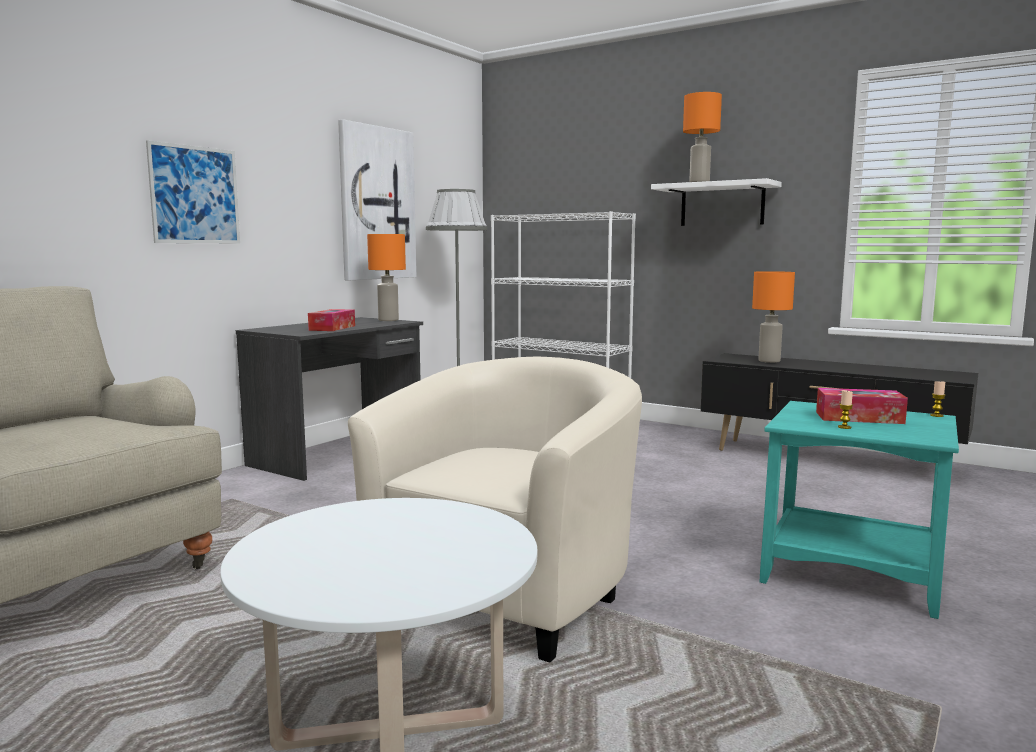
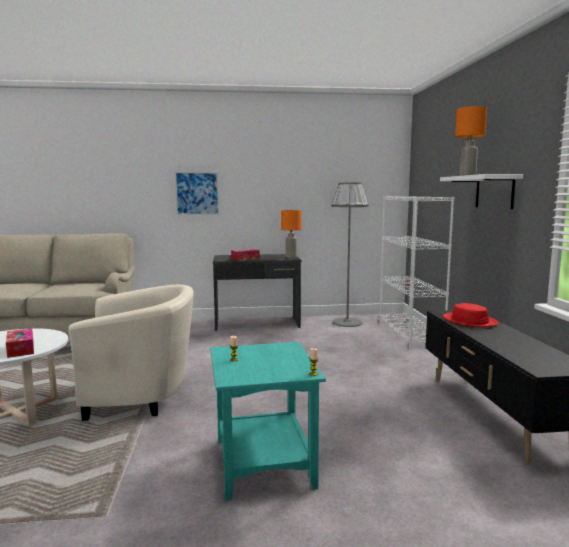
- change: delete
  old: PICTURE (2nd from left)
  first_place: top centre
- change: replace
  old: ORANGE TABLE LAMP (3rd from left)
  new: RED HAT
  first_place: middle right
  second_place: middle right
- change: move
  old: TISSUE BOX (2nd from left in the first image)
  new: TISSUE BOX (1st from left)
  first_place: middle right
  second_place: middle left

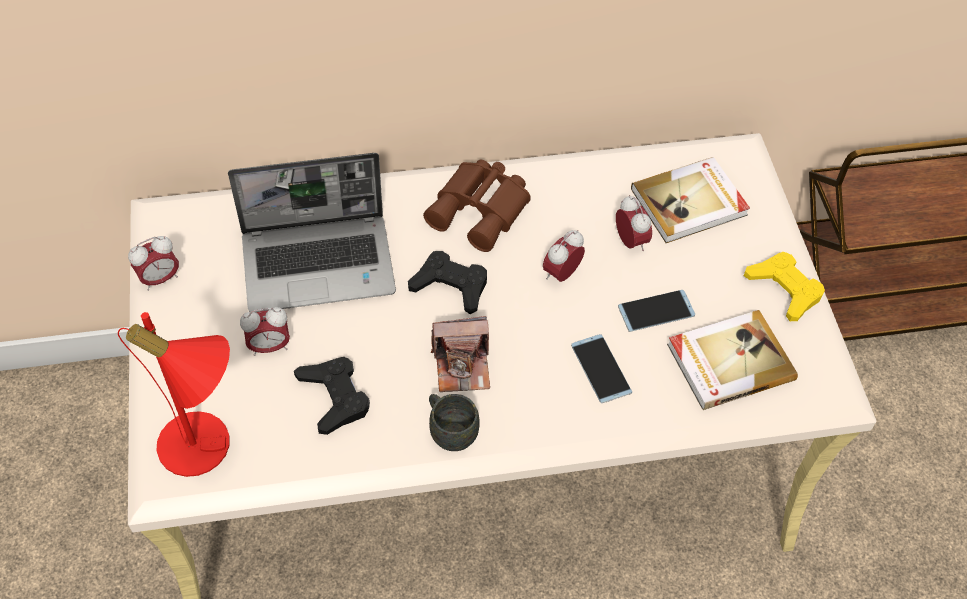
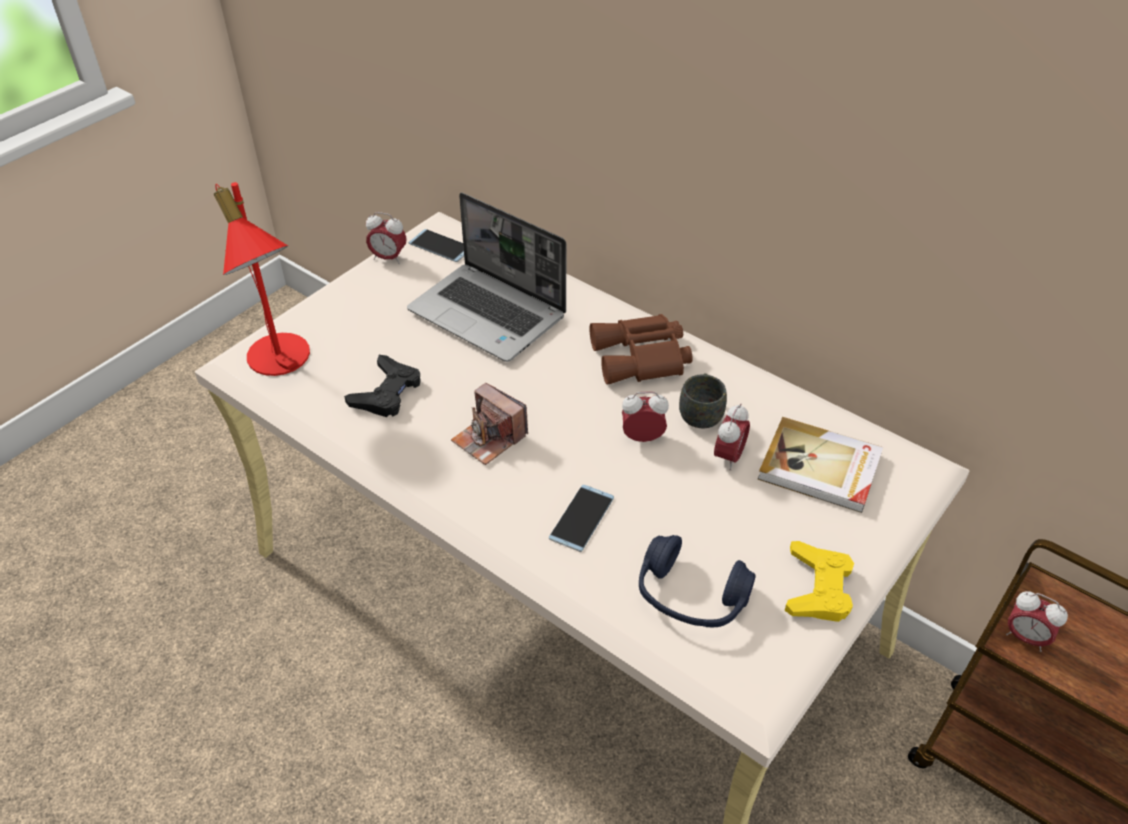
- change: delete
  old: BLACK GAME CONTROLLER (2nd from left)
  first_place: centre
- change: move
  old: PHONE (2nd from left in the first image)
  new: PHONE (1st from left)
  first_place: middle right
  second_place: top centre
- change: move
  old: ALARM CLOCK (2nd from left in the first image)
  new: ALARM CLOCK (4th from left)
  first_place: middle left
  second_place: bottom right
- change: replace
  old: BOOK (2nd from left)
  new: BLUE HEADPHONES
  first_place: middle right
  second_place: bottom centre
- change: move
  old: GREY MUG
  first_place: bottom centre
  second_place: centre

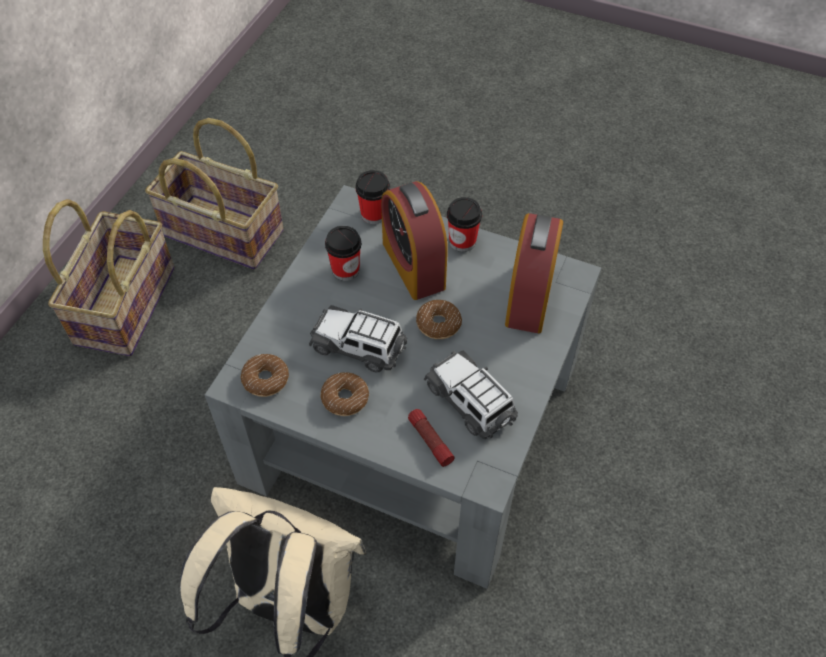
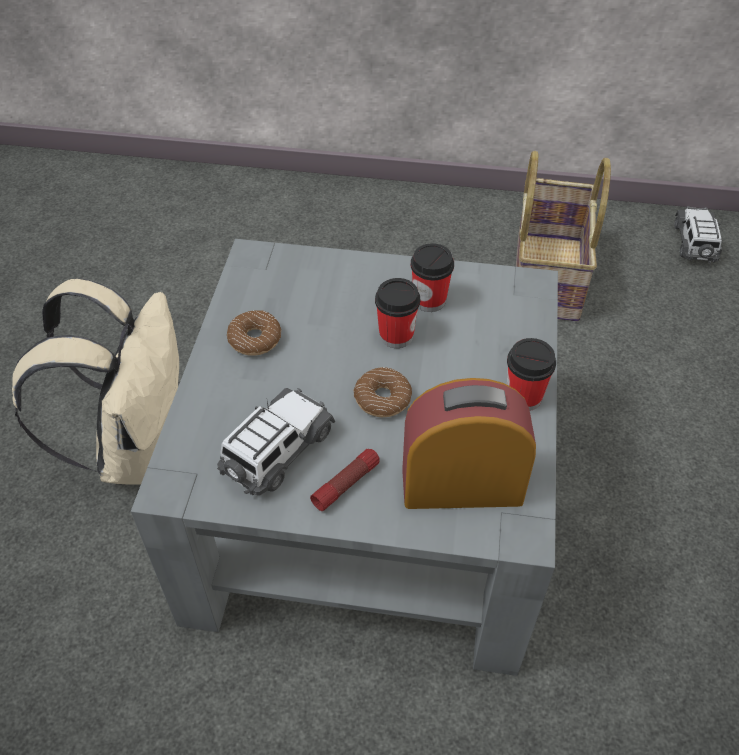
- change: move
  old: CUP (2nd from left in the first image)
  new: CUP (1st from left)
  first_place: top centre
  second_place: centre
- change: delete
  old: ALARM CLOCK (1st from left)
  first_place: centre
- change: delete
  old: BASKET (1st from left)
  first_place: middle left
- change: move
  old: TOY CAR (1st from left in the first image)
  new: TOY CAR (2nd from left)
  first_place: centre
  second_place: top right
- change: delete
  old: DONUT (1st from left)
  first_place: middle left
- change: move
  old: FLASHLIGHT
  first_place: bottom centre
  second_place: centre

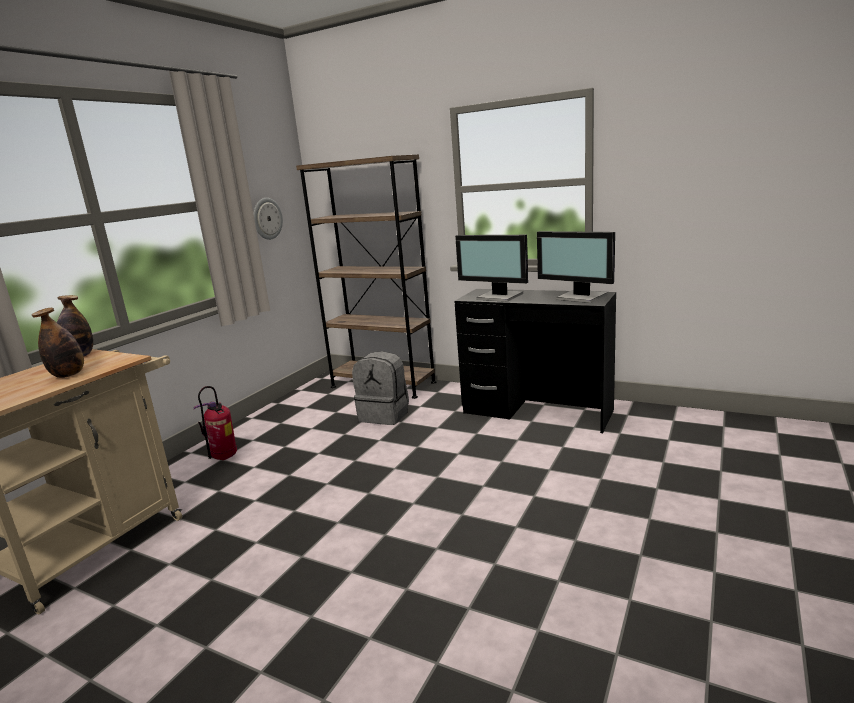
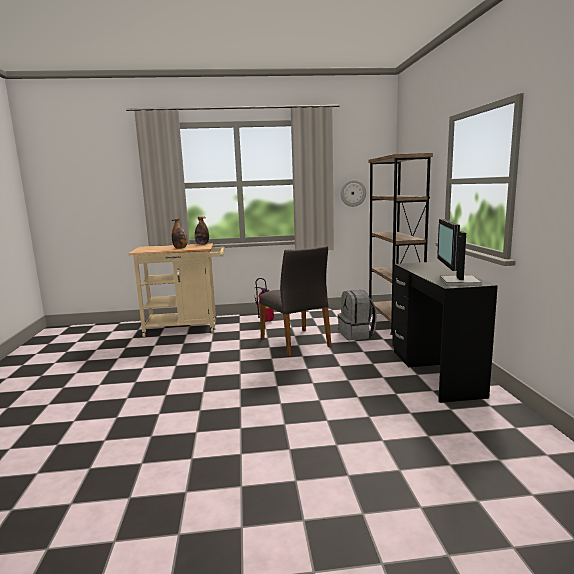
- change: delete
  old: MONITOR (1st from left)
  first_place: centre
- change: insert
  new: GREY CHAIR
  second_place: centre

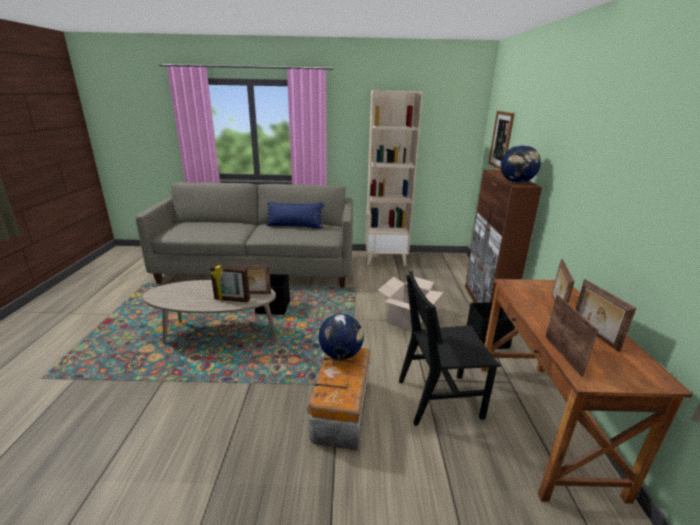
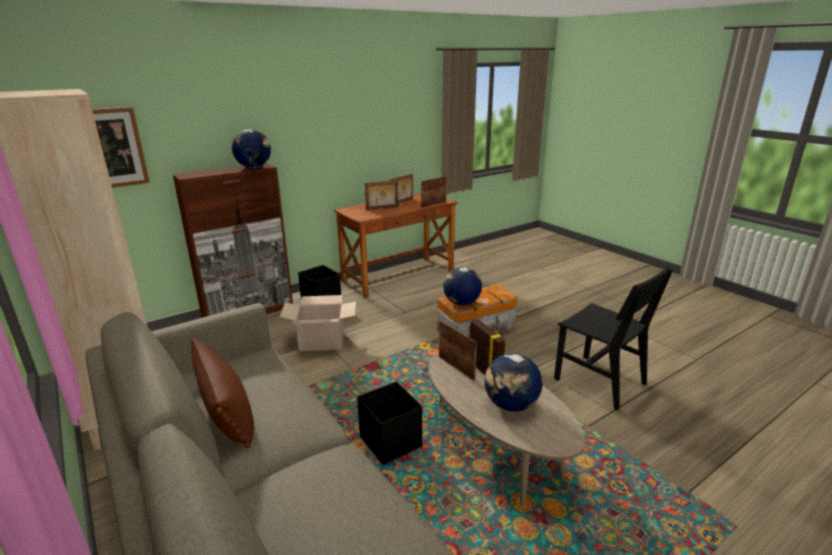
- change: recolor
  old: BLUE PILLOW
  new: BROWN PILLOW
  first_place: centre
  second_place: bottom left
- change: move
  old: BLACK CHAIR
  first_place: centre
  second_place: middle right
- change: insert
  new: GLOBE (3rd from left)
  second_place: bottom centre

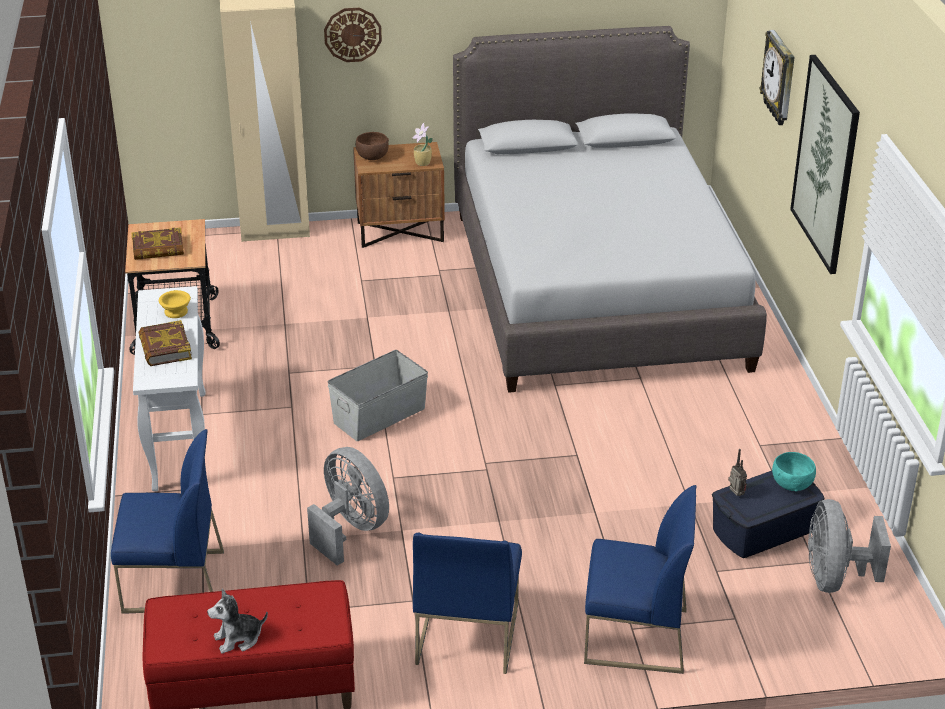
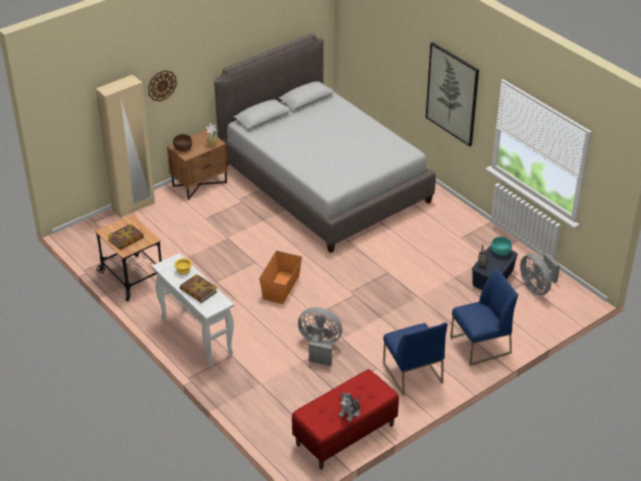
- change: delete
  old: WALL CLOCK (2nd from left)
  first_place: top right
- change: recolor
  old: GREY STORAGE BOX
  new: ORANGE STORAGE BOX
  first_place: centre
  second_place: centre
- change: delete
  old: BLUE CHAIR (1st from left)
  first_place: bottom left

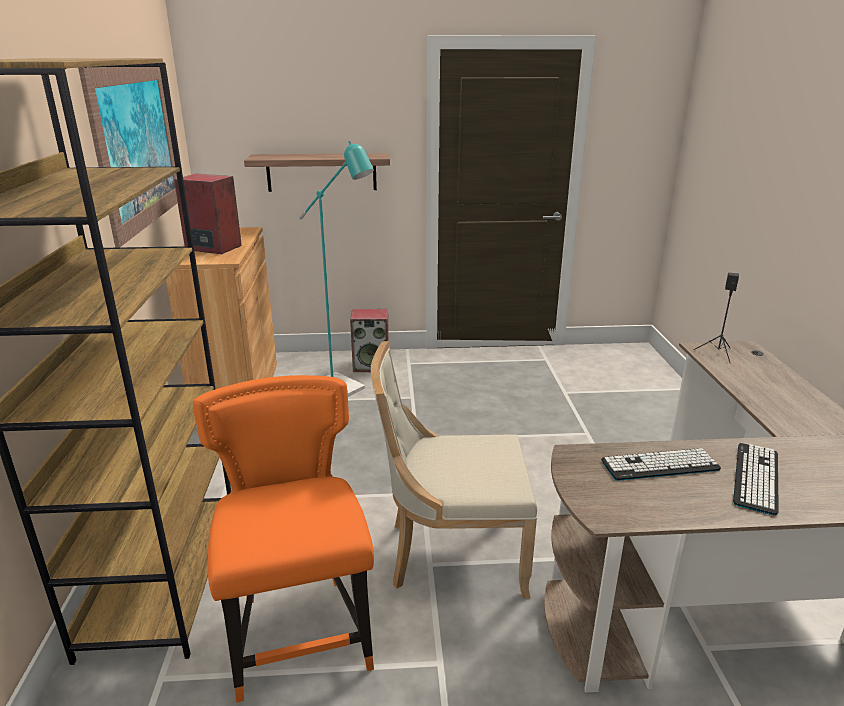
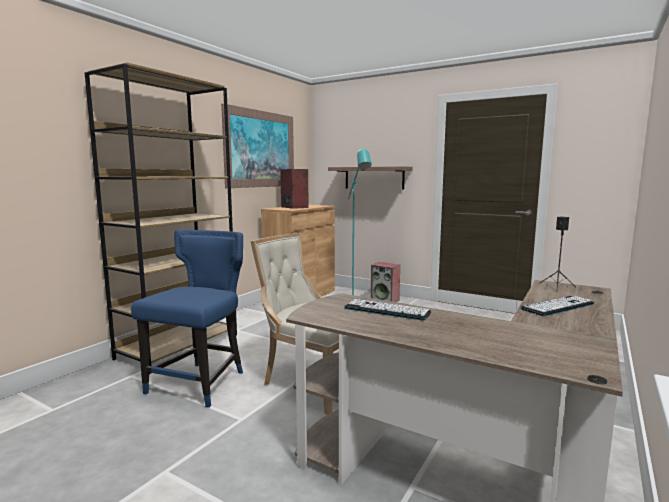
- change: recolor
  old: ORANGE CHAIR
  new: BLUE CHAIR
  first_place: bottom centre
  second_place: middle left
- change: move
  old: KEYBOARD (2nd from left)
  first_place: bottom right
  second_place: middle right

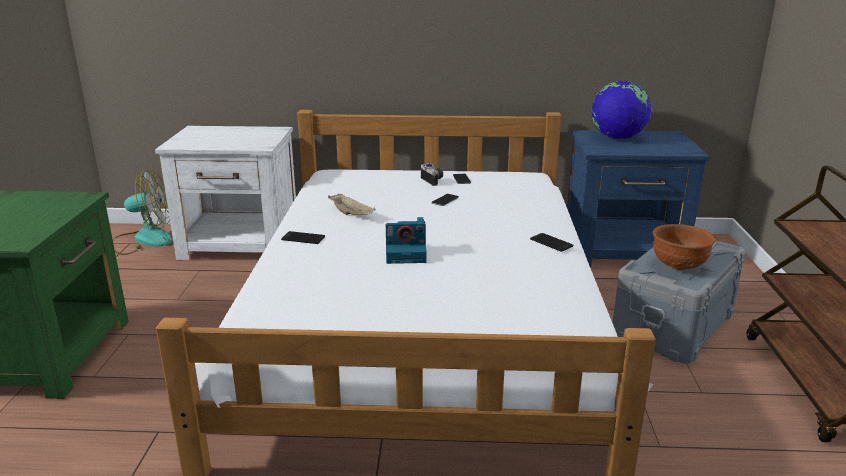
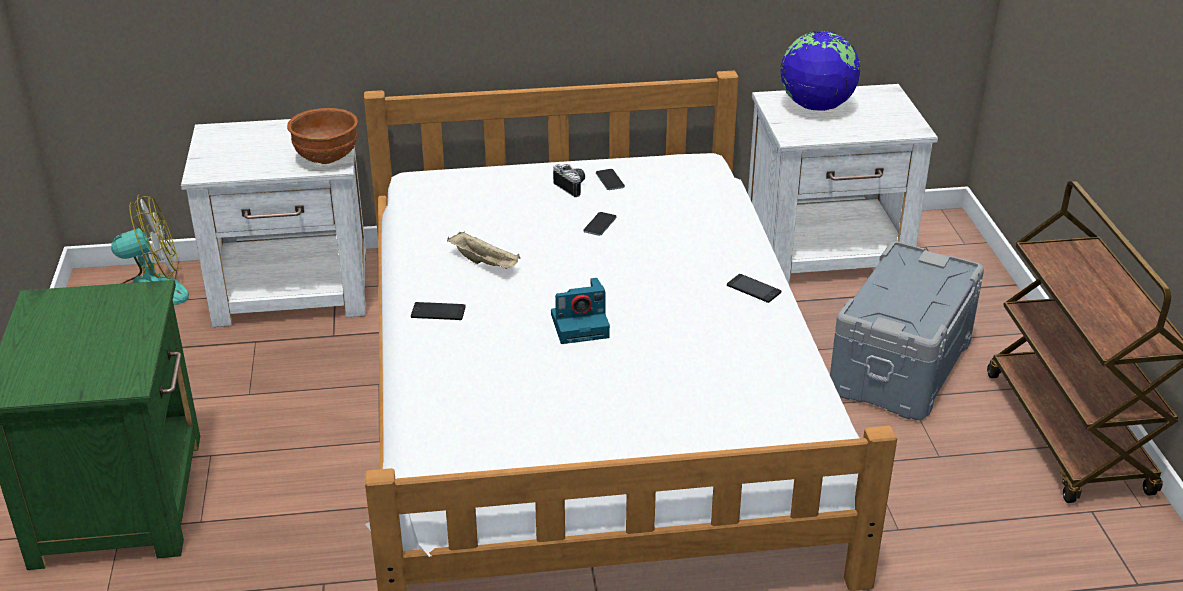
- change: recolor
  old: BLUE NIGHTSTAND
  new: WHITE NIGHTSTAND (2nd from left)
  first_place: middle right
  second_place: top right
- change: move
  old: BROWN BOWL
  first_place: middle right
  second_place: top left

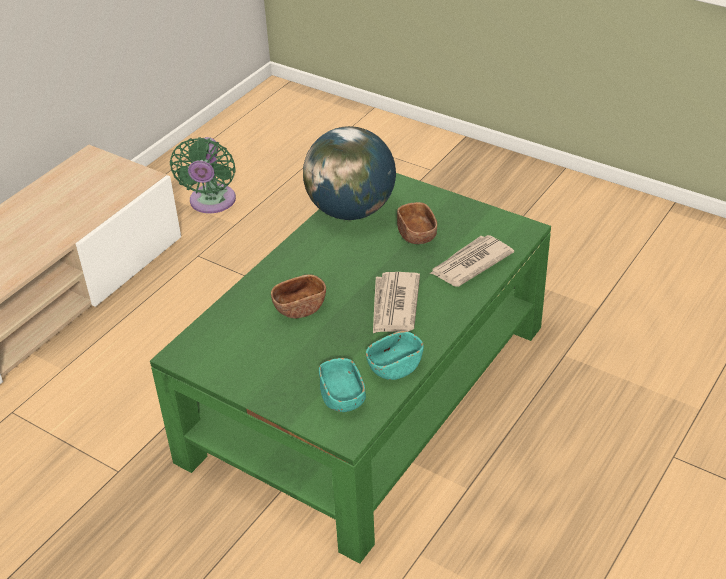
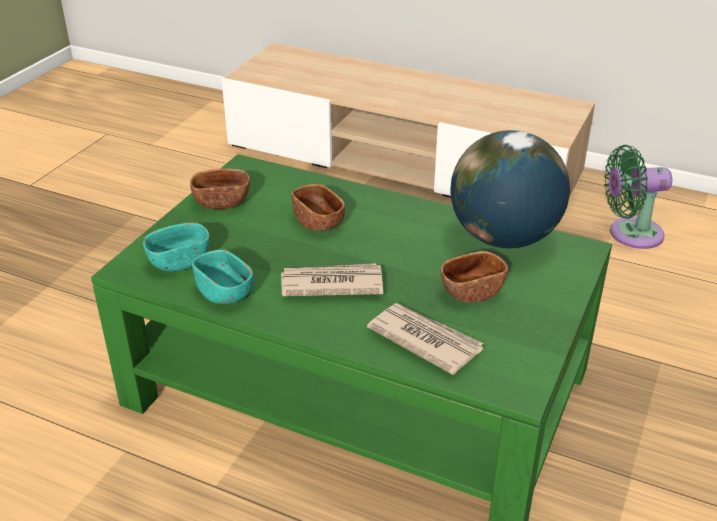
- change: insert
  new: BROWN BOWL (1st from left)
  second_place: middle left

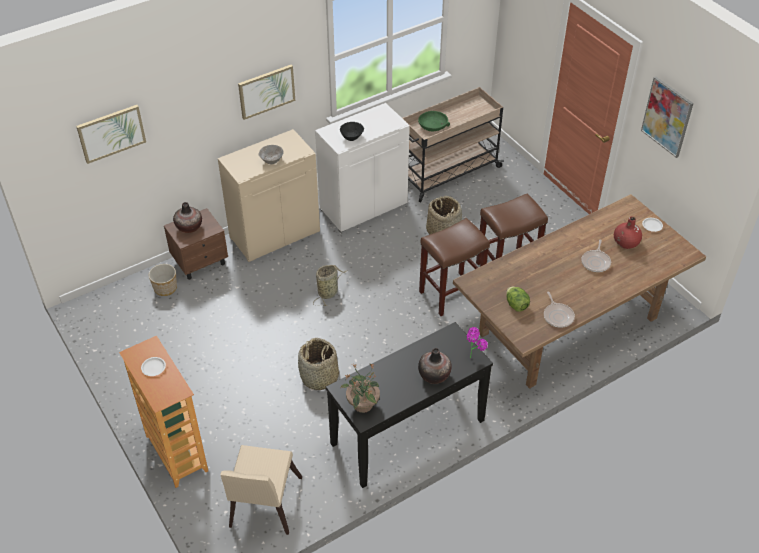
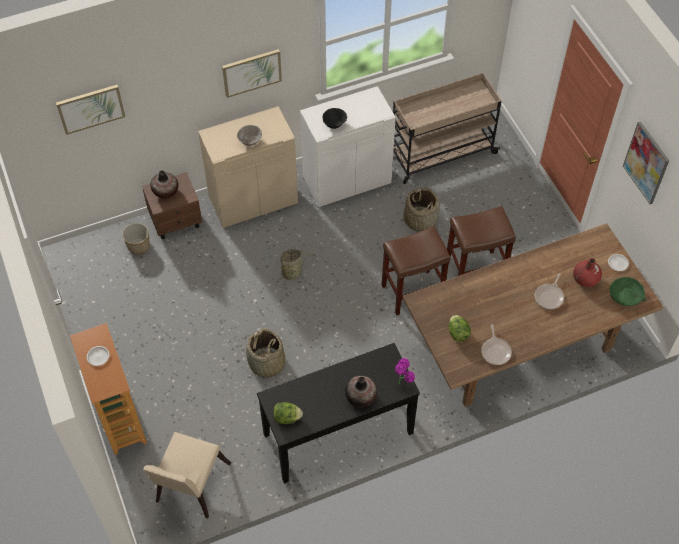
- change: move
  old: GREEN BOWL
  first_place: top centre
  second_place: middle right
- change: replace
  old: POTTED PLANT (1st from left)
  new: LETTUCE (1st from left)
  first_place: bottom centre
  second_place: bottom centre

